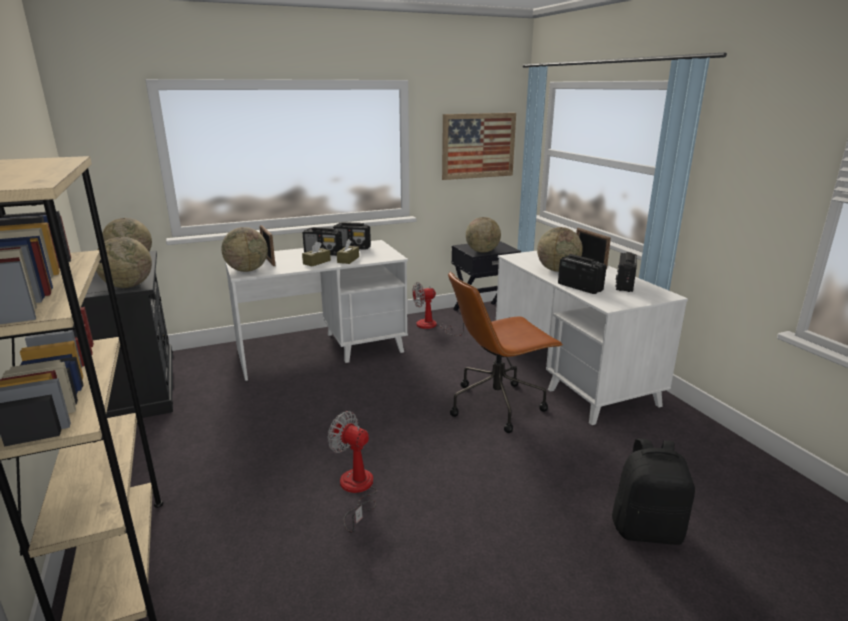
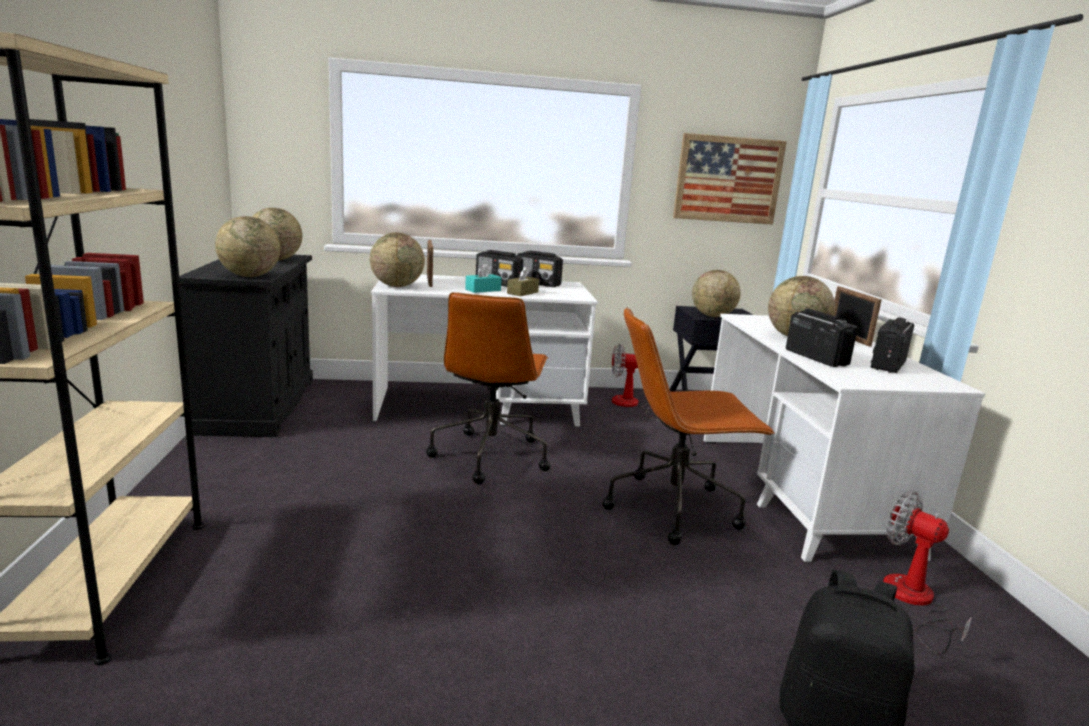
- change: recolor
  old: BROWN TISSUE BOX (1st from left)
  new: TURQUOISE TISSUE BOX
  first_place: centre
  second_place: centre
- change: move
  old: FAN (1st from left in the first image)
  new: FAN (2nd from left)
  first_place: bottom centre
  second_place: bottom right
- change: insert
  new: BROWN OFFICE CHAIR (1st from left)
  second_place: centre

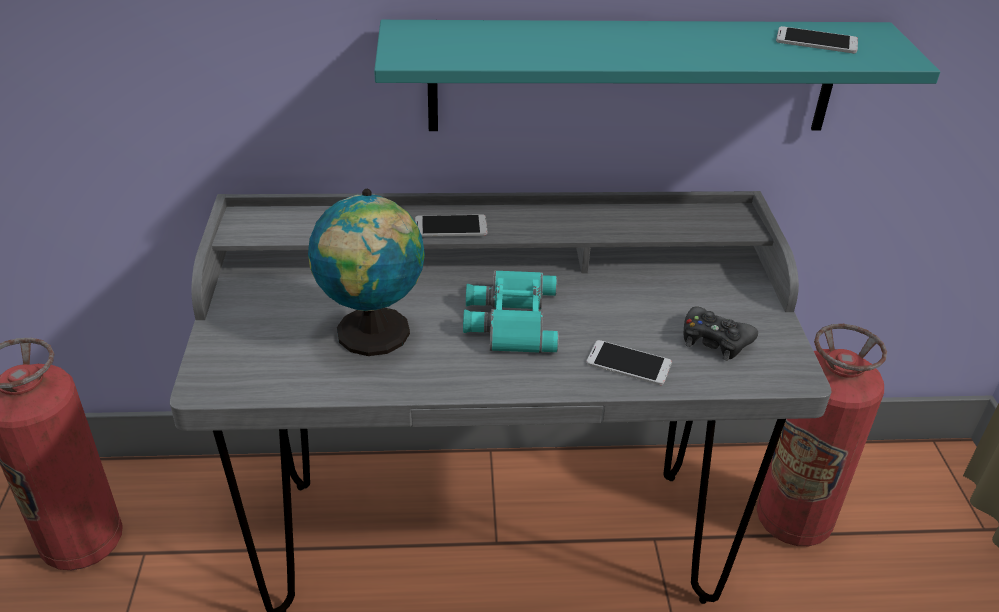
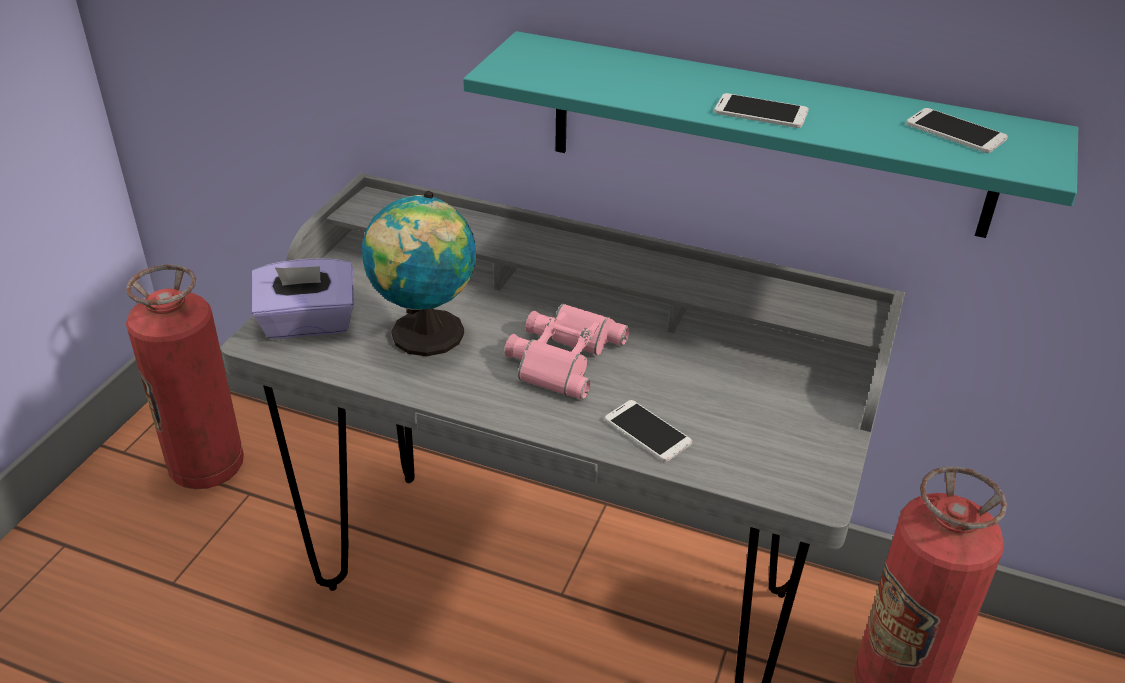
- change: move
  old: PHONE (1st from left in the first image)
  new: PHONE (2nd from left)
  first_place: centre
  second_place: top right
- change: recolor
  old: TURQUOISE BINOCULARS
  new: PINK BINOCULARS
  first_place: centre
  second_place: centre
- change: delete
  old: BLACK GAME CONTROLLER
  first_place: middle right
- change: insert
  new: PURPLE TISSUE BOX
  second_place: middle left

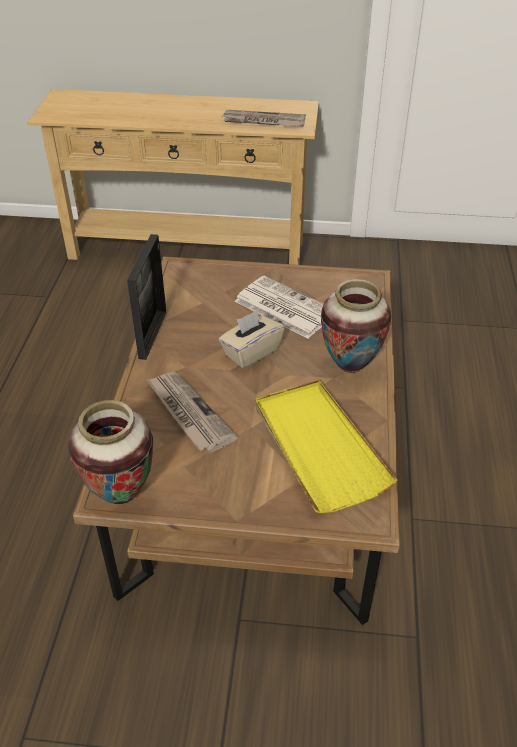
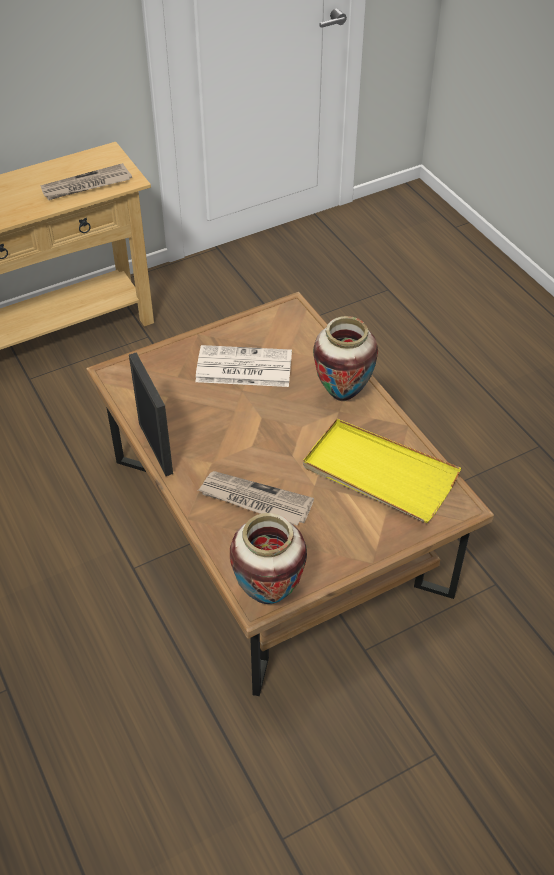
- change: delete
  old: BEIGE TISSUE BOX
  first_place: centre

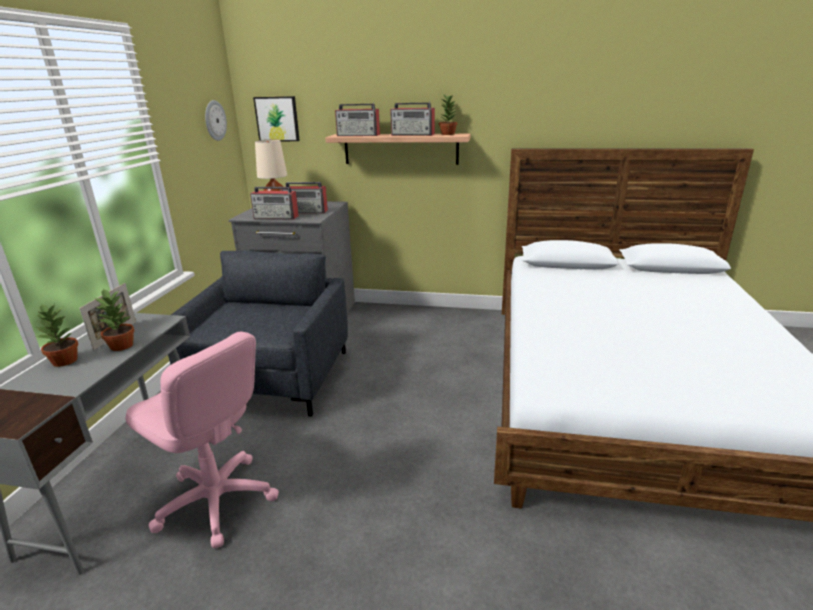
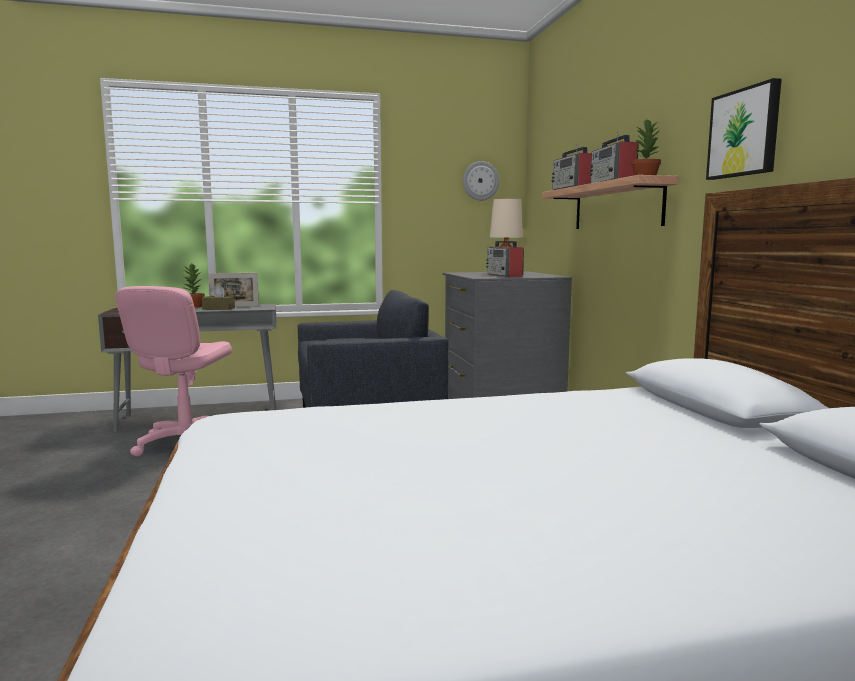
- change: move
  old: PICTURE
  first_place: top centre
  second_place: top right
- change: delete
  old: RADIO (1st from left)
  first_place: top centre
- change: replace
  old: POTTED PLANT (2nd from left)
  new: BROWN TISSUE BOX
  first_place: middle left
  second_place: middle left

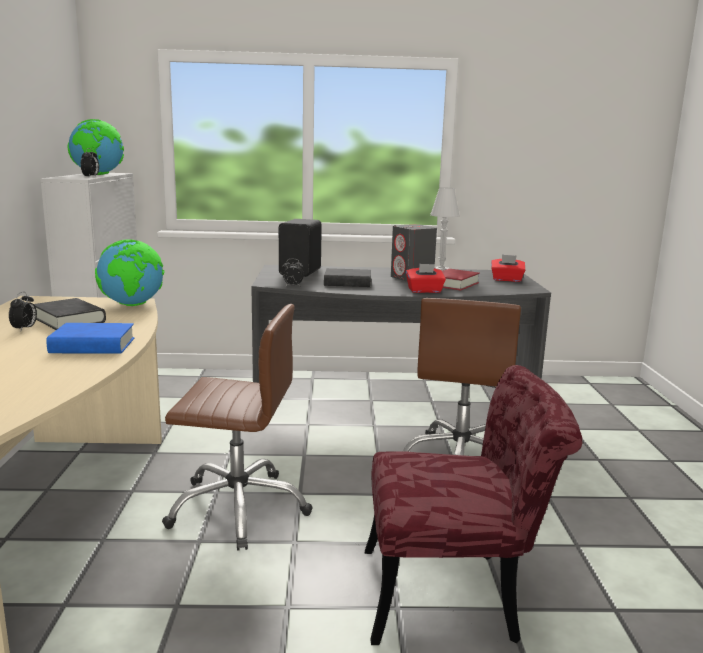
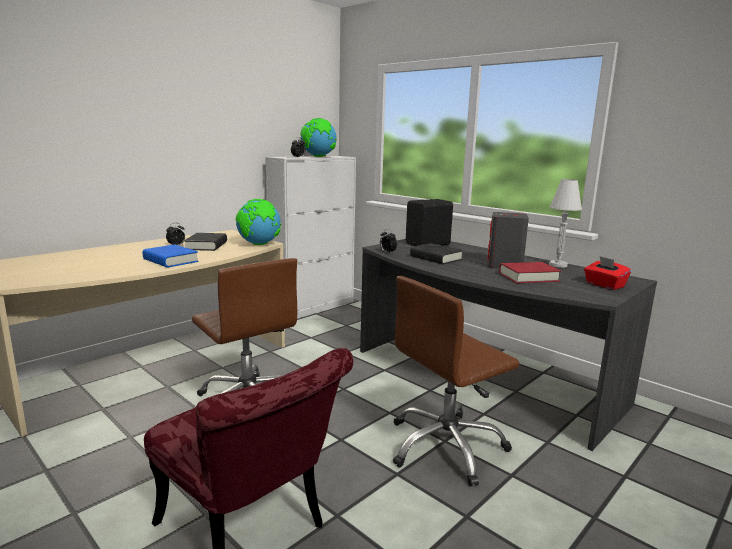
- change: delete
  old: RED TISSUE BOX (1st from left)
  first_place: centre

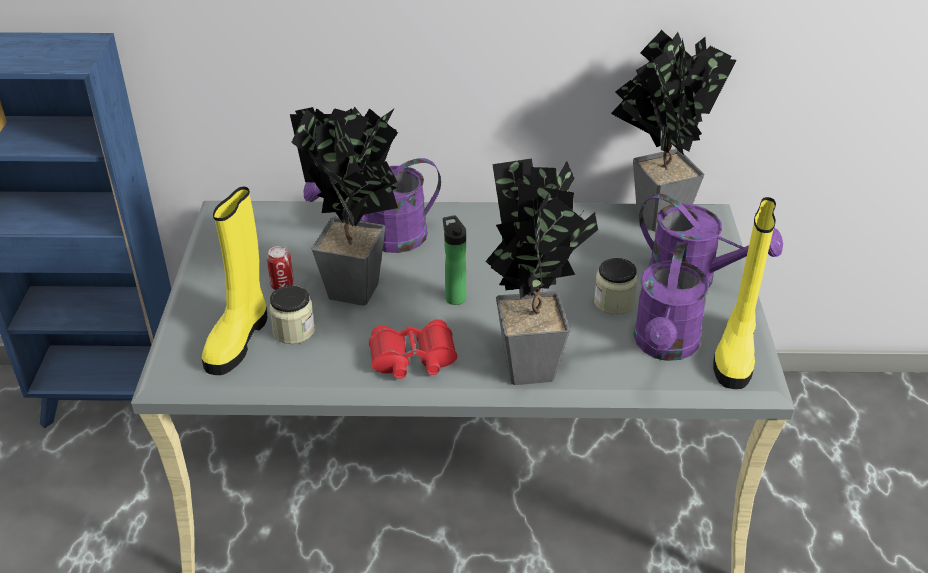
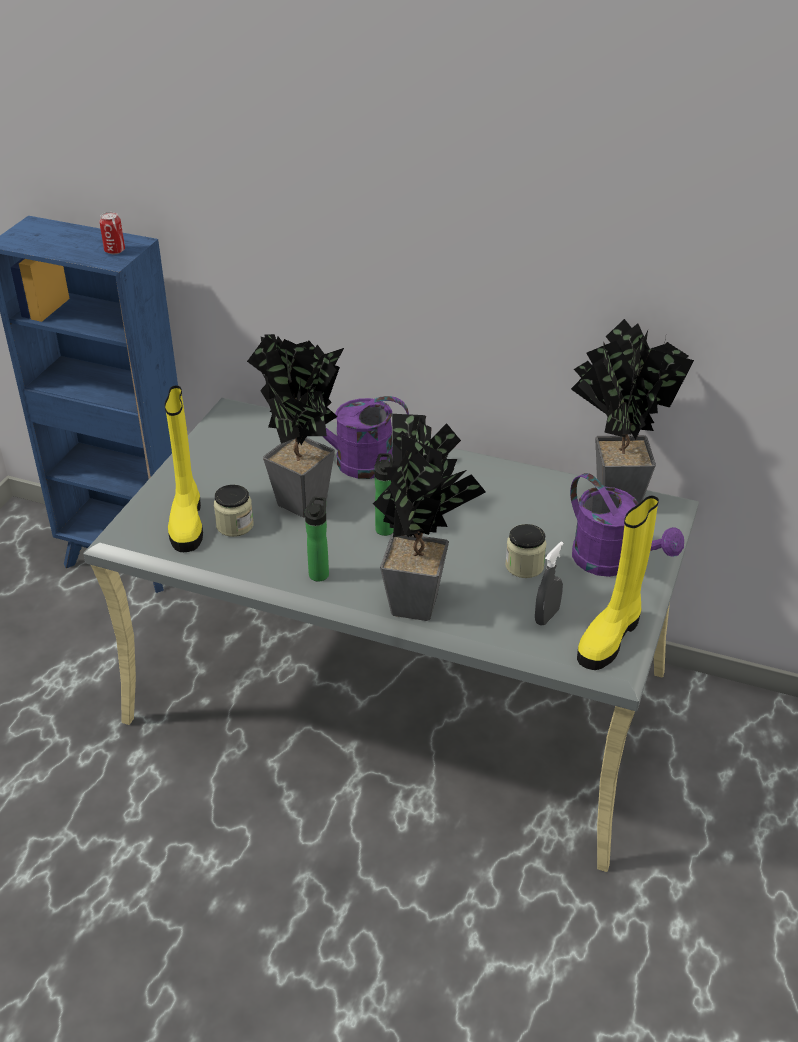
- change: rotate
  old: YELLOW BOOT (1st from left)
  first_place: middle left
  second_place: middle left
  degrees: -45
- change: replace
  old: PURPLE WATERING CAN (2nd from left)
  new: GREY SPRAY BOTTLE
  first_place: middle right
  second_place: middle right
- change: move
  old: CAN
  first_place: middle left
  second_place: top left
- change: replace
  old: RED BINOCULARS
  new: BOTTLE (1st from left)
  first_place: centre
  second_place: centre

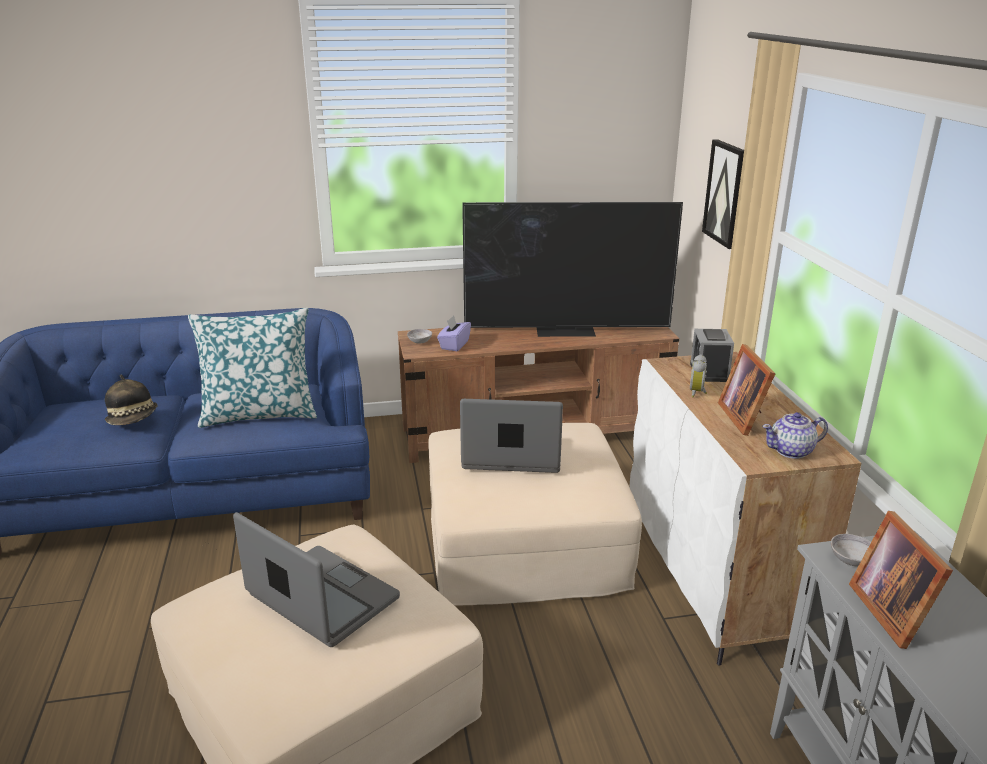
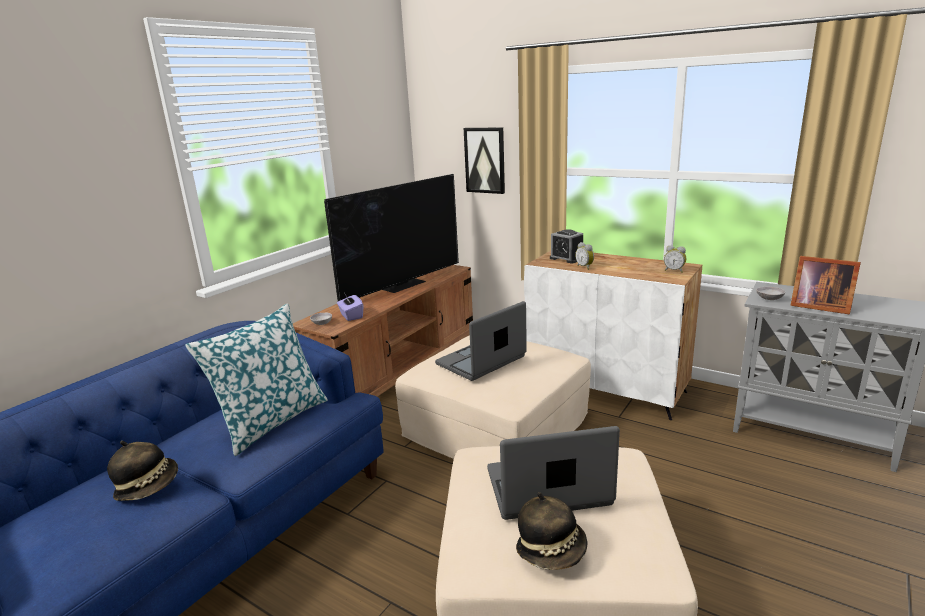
- change: delete
  old: PICTURE FRAME (1st from left)
  first_place: middle right
- change: replace
  old: TEAPOT
  new: ALARM CLOCK (3rd from left)
  first_place: middle right
  second_place: middle right
- change: insert
  new: HAT (2nd from left)
  second_place: bottom centre

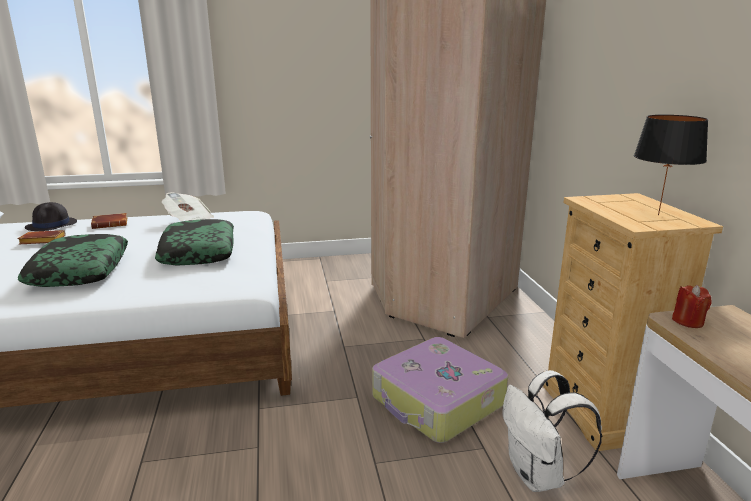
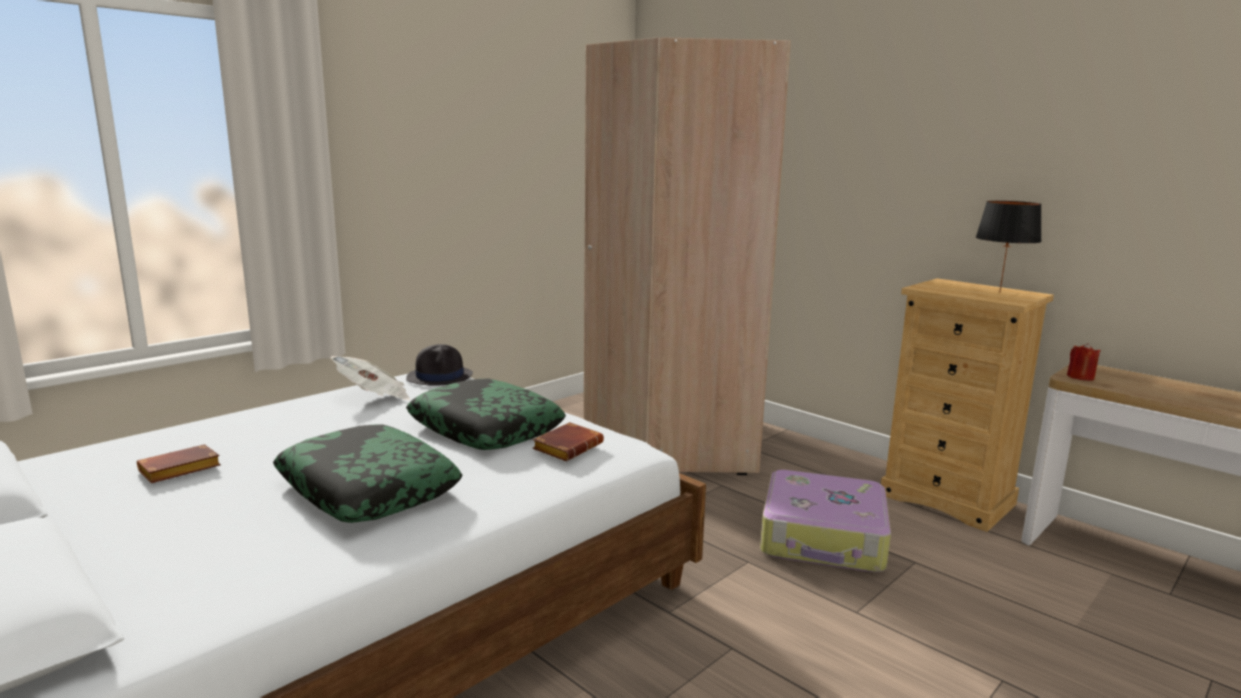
- change: move
  old: BLACK HAT
  first_place: middle left
  second_place: centre
- change: move
  old: BROWN BOOK (2nd from left)
  first_place: middle left
  second_place: centre
- change: delete
  old: WHITE BACKPACK
  first_place: bottom right

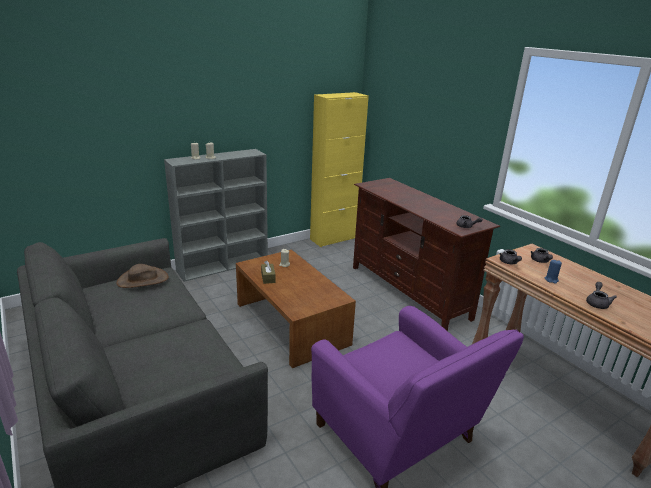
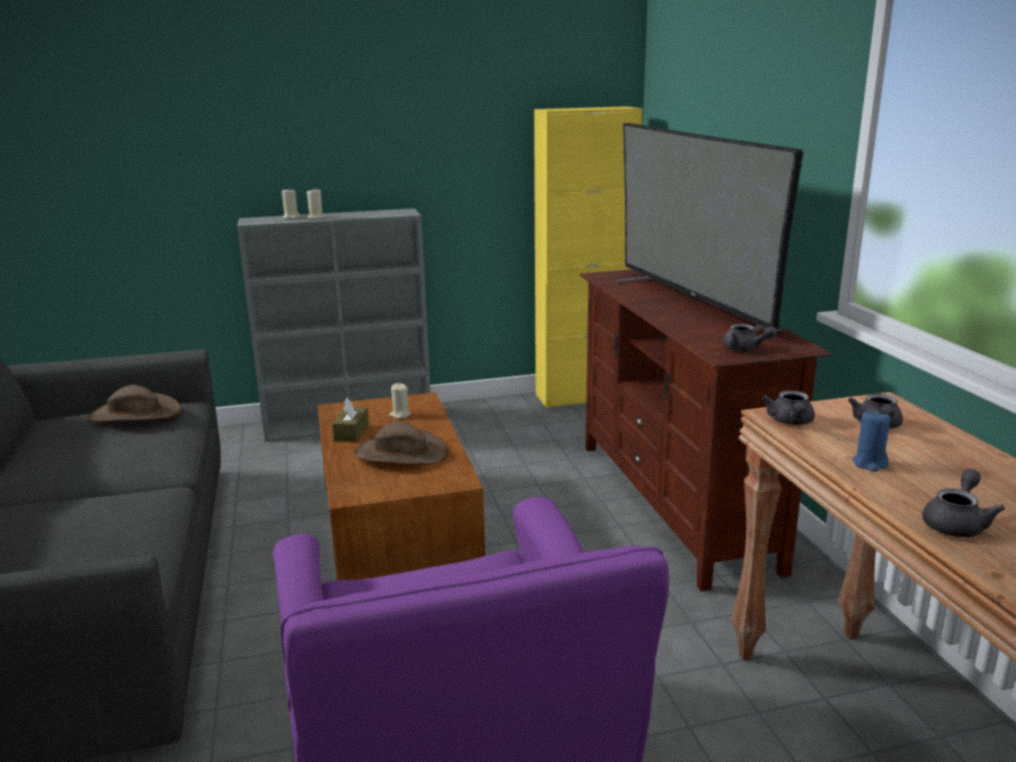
- change: insert
  new: TELEVISION
  second_place: top right
- change: insert
  new: BROWN HAT (2nd from left)
  second_place: centre

